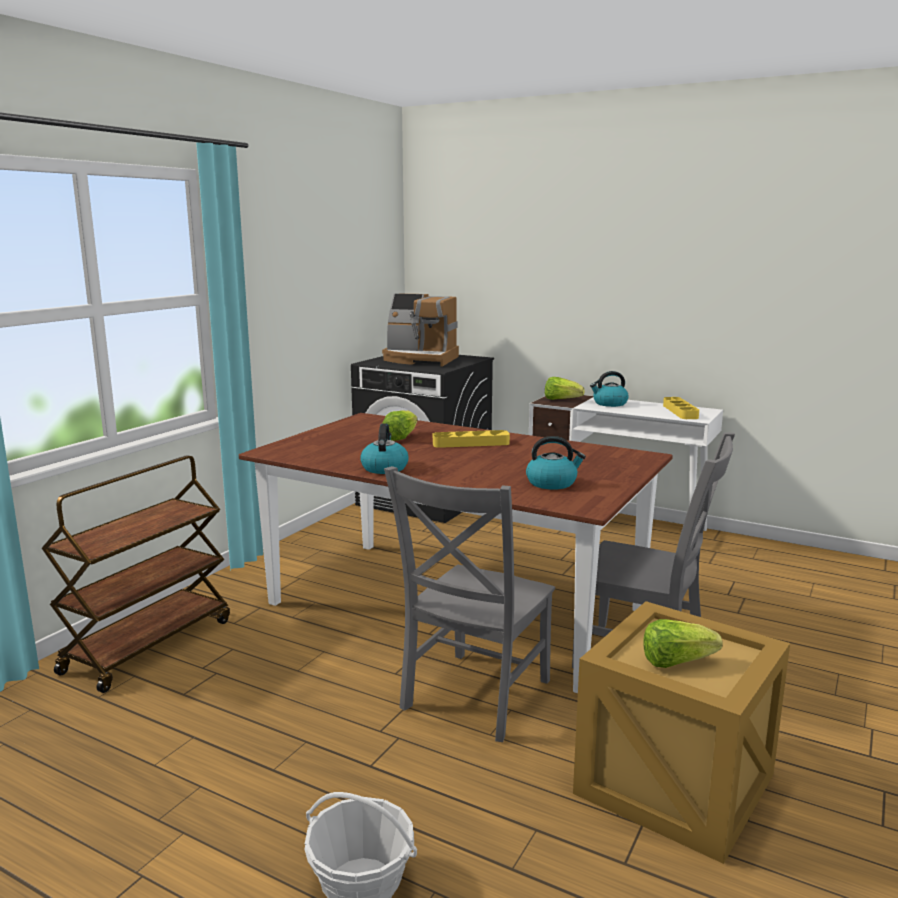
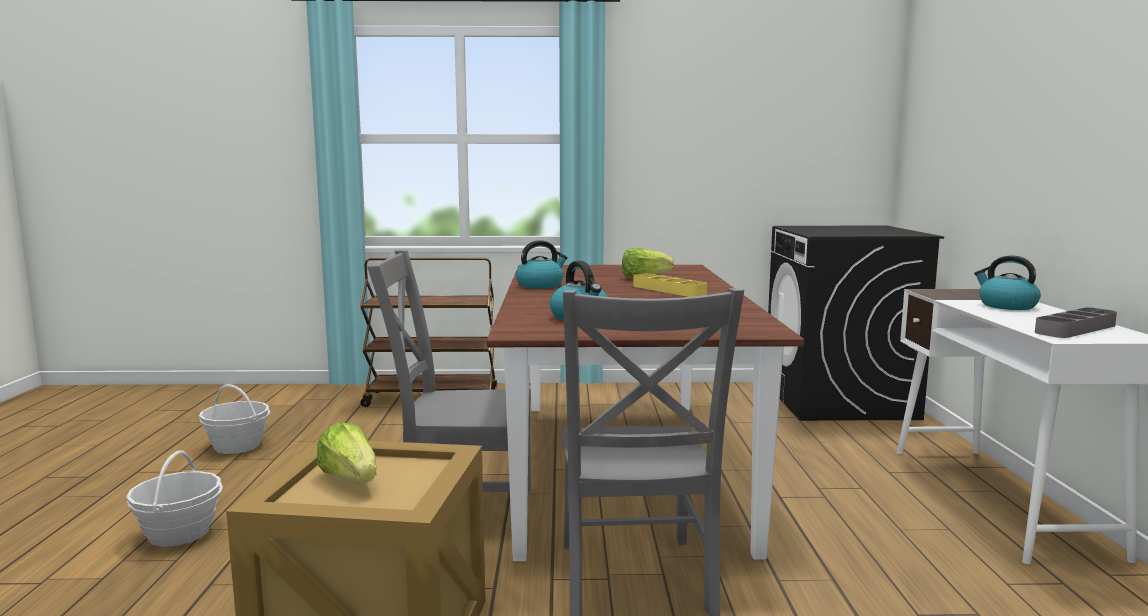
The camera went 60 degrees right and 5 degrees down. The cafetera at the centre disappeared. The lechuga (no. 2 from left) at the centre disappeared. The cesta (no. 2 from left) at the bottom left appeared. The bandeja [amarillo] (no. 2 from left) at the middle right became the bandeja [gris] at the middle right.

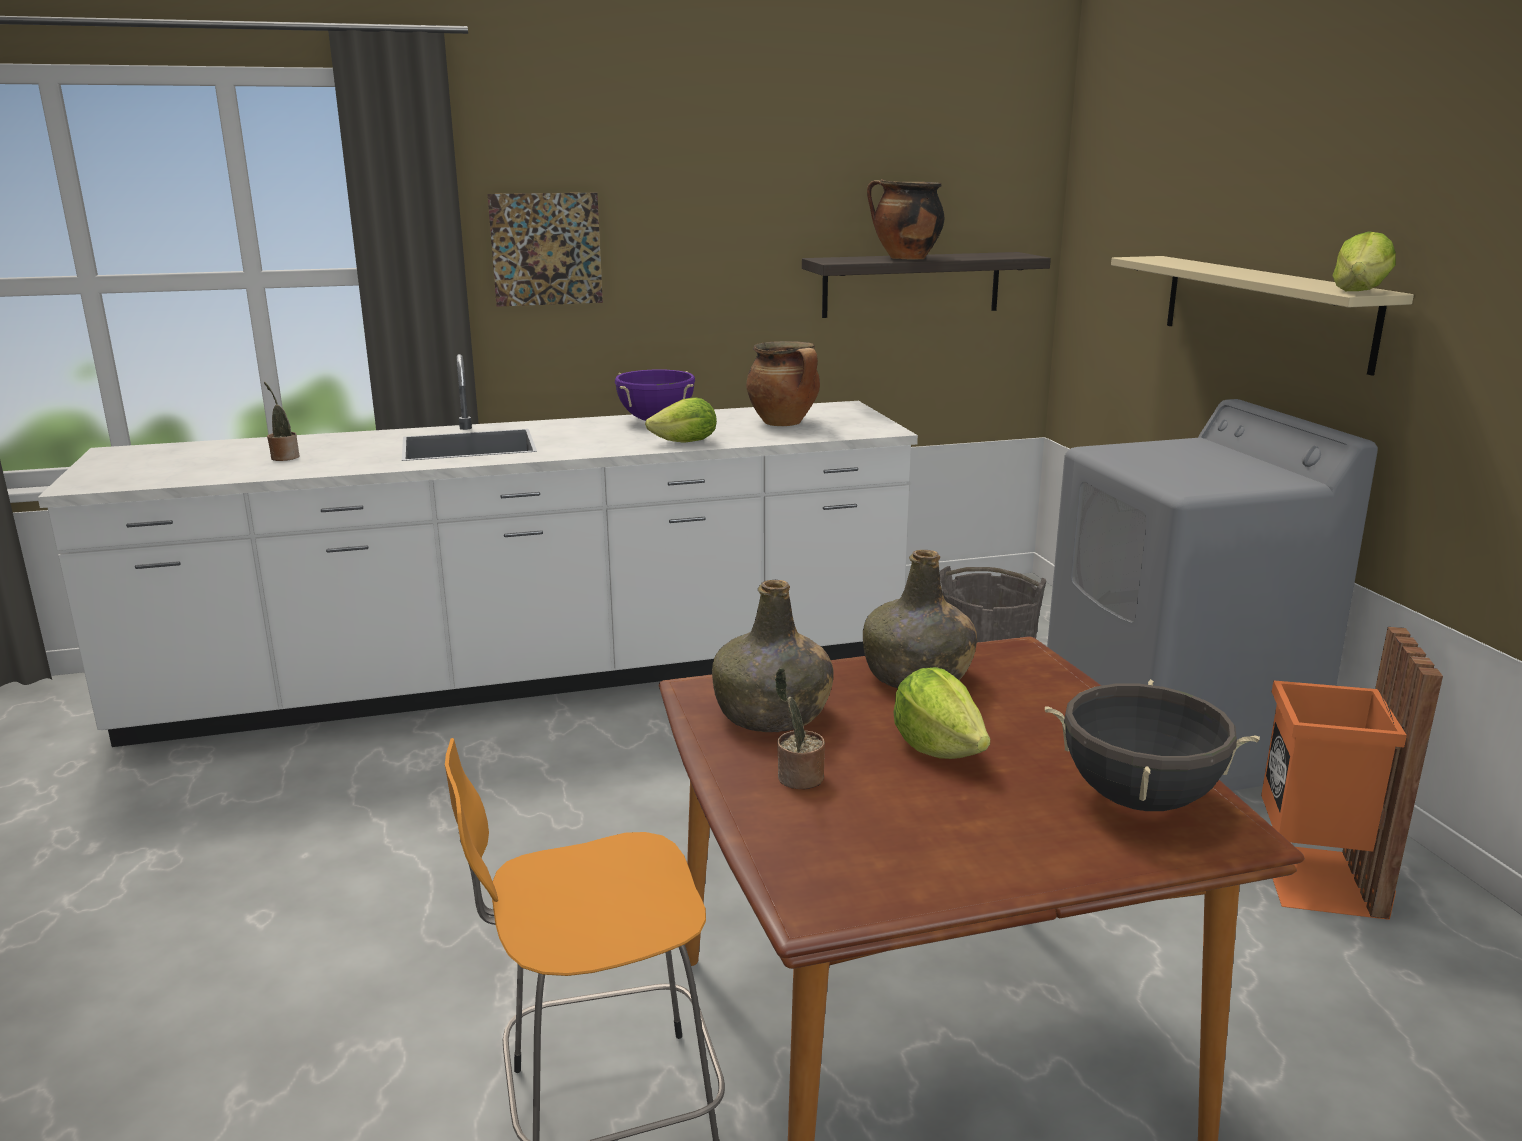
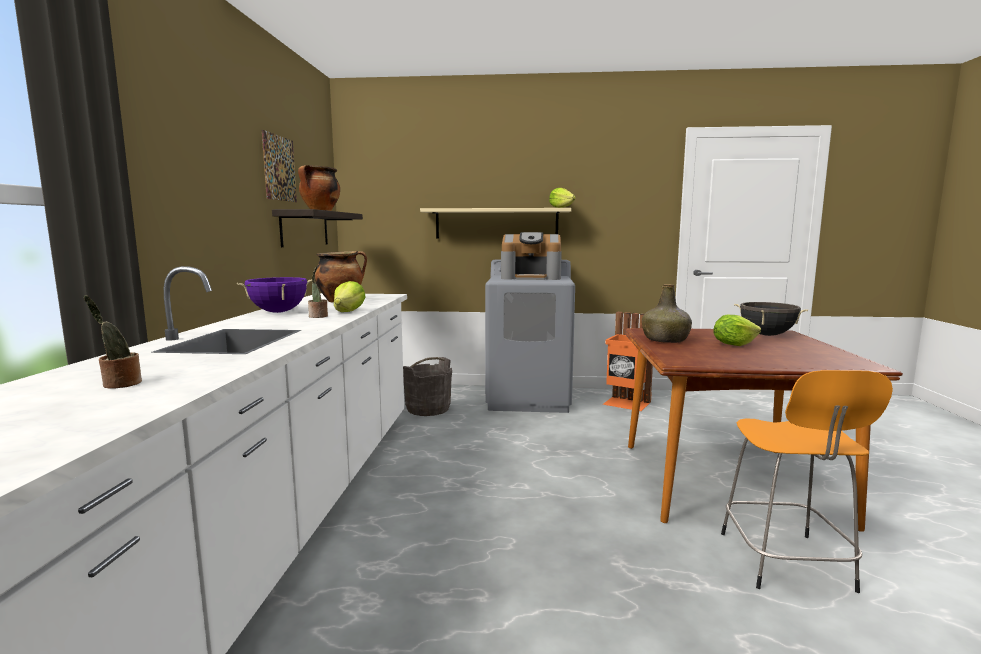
The camera went 70 degrees left and 10 degrees down. The botella [verde] (no. 1 from left) at the centre disappeared. The cafetera at the centre appeared. The cuadro moved from the top centre to the top left. The planta en maceta (no. 2 from left) moved from the centre to the middle left.

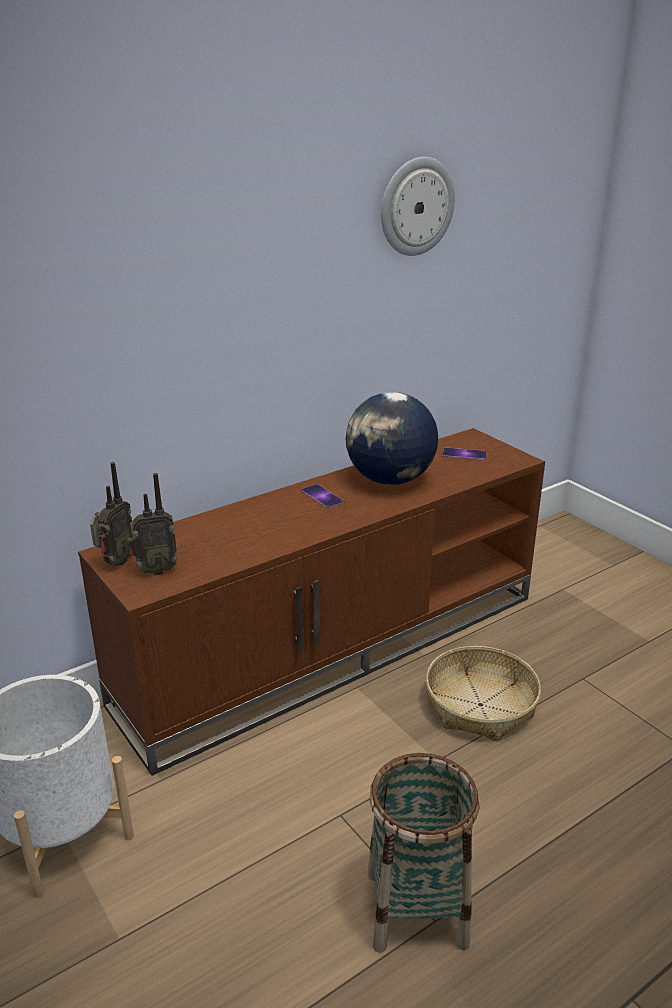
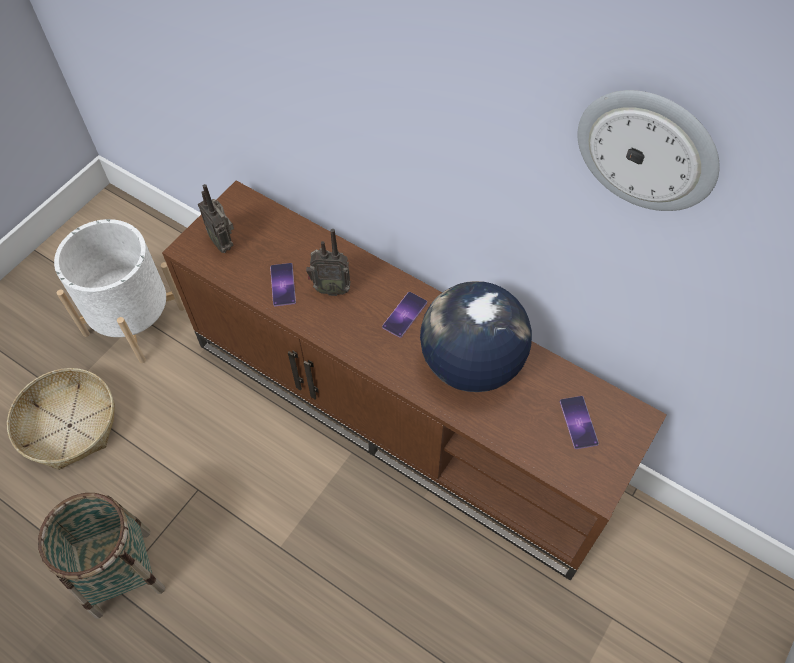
The camera went 70 degrees right and 30 degrees up. The móvil (no. 1 from left) at the centre appeared. The radio (no. 1 from left in the first image) moved from the middle left to the centre. The cesta (no. 2 from left in the first image) moved from the bottom right to the middle left.

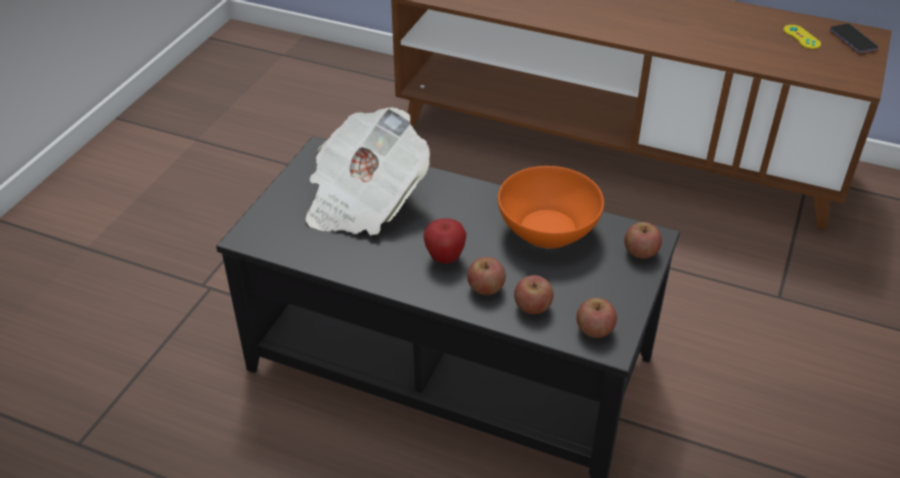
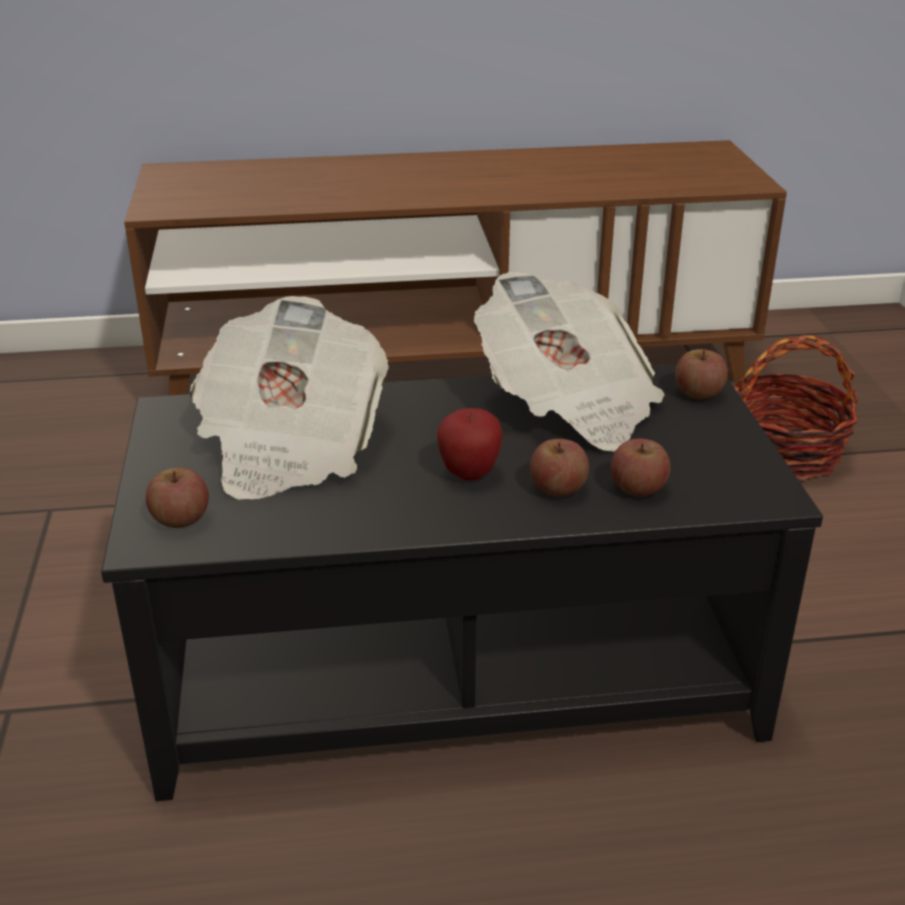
The camera went 30 degrees left and 10 degrees down. The mando de consola [amarillo] at the top right disappeared. The móvil at the top right disappeared. The cesta at the middle right appeared. The manzana (no. 4 from left in the first image) moved from the centre to the middle left. The cuenco [naranja] at the centre was replaced by the periódico (no. 2 from left) at the centre.

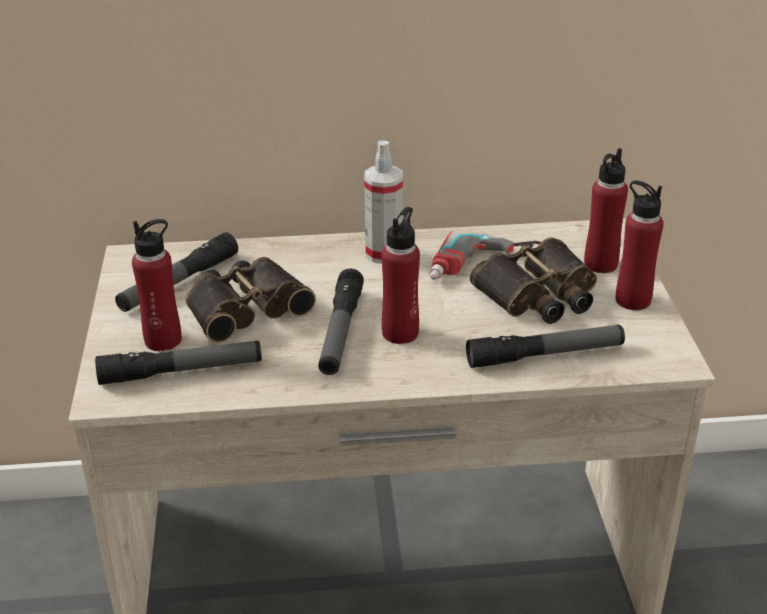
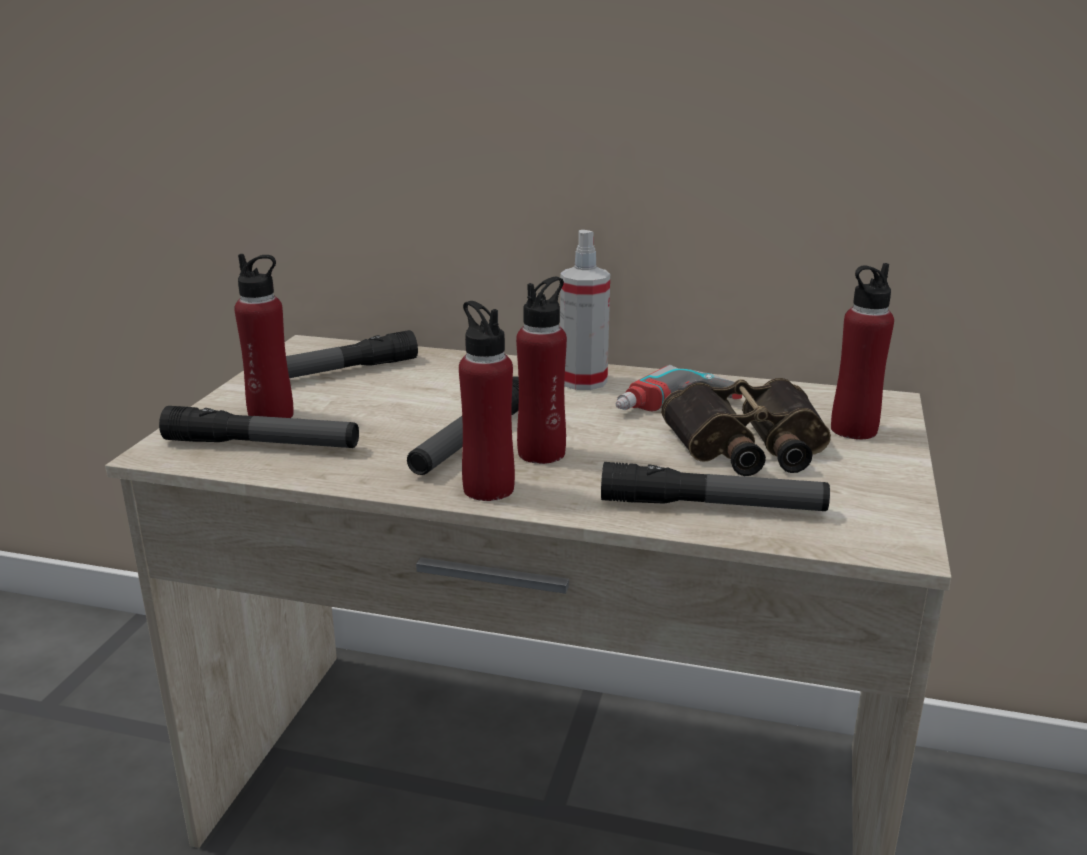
The camera went 20 degrees right and 10 degrees down. The prismáticos (no. 1 from left) at the middle left disappeared. The botella [rojo] (no. 4 from left in the first image) moved from the middle right to the centre.

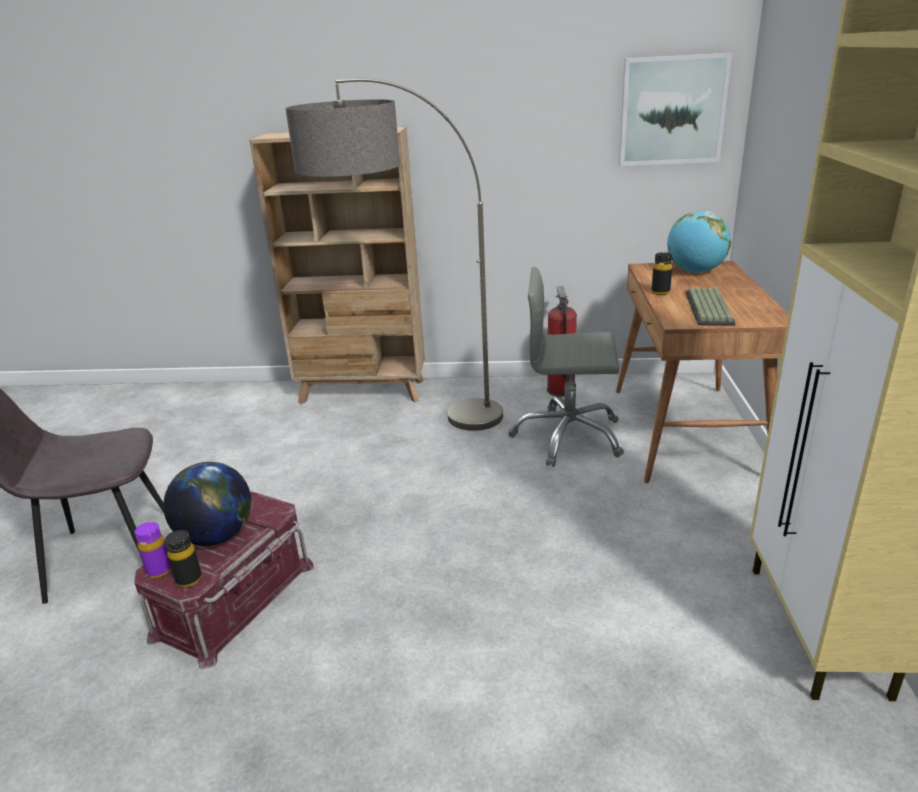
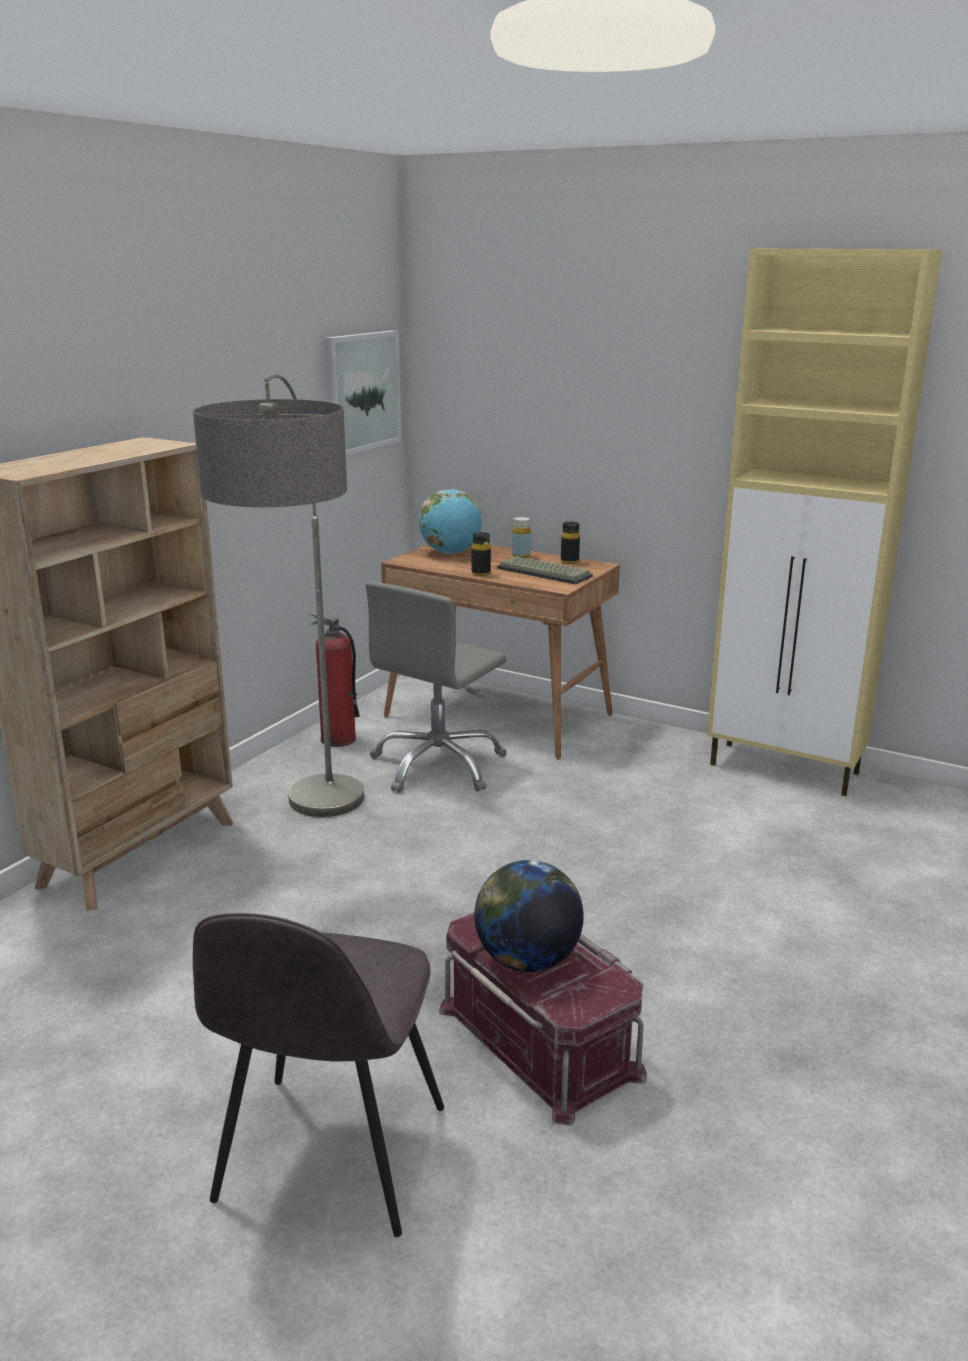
The camera went 65 degrees left and 5 degrees down. The botella [morado] at the bottom left disappeared. The botella [amarillo] at the centre appeared. The botella [negro] (no. 1 from left in the first image) moved from the bottom left to the centre.

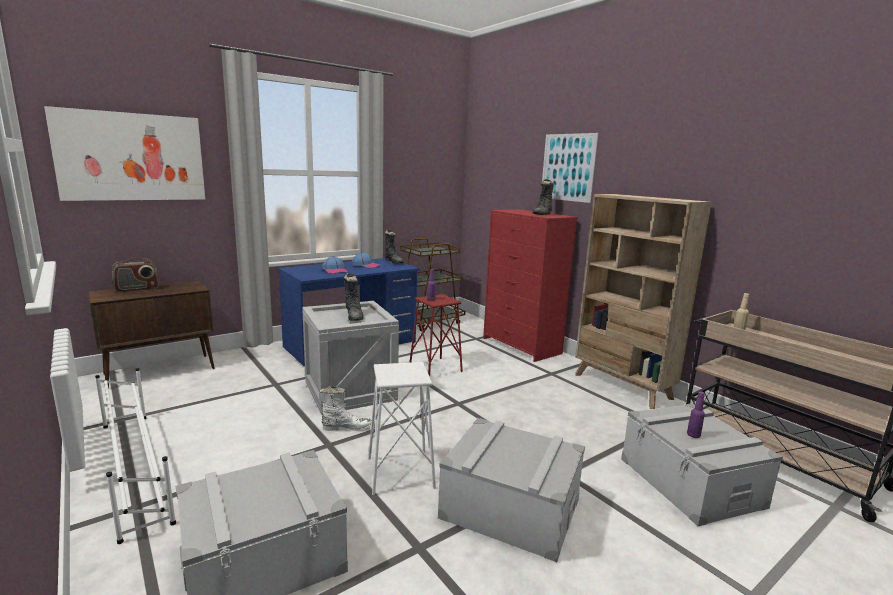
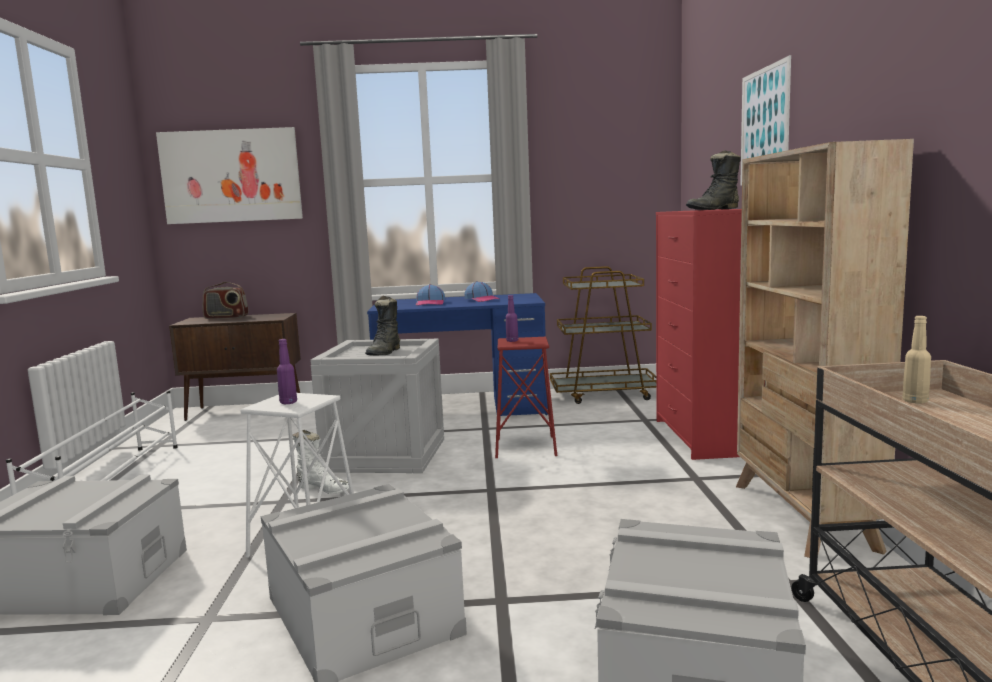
The camera went 35 degrees right and 5 degrees down. The bota [negro] (no. 2 from left) at the centre disappeared. The botella [morado] (no. 2 from left in the first image) moved from the bottom right to the middle left.

